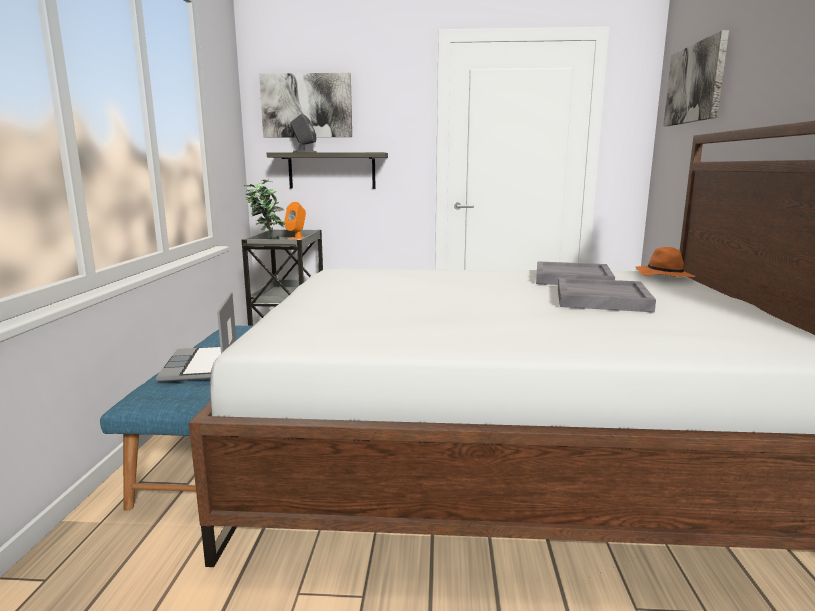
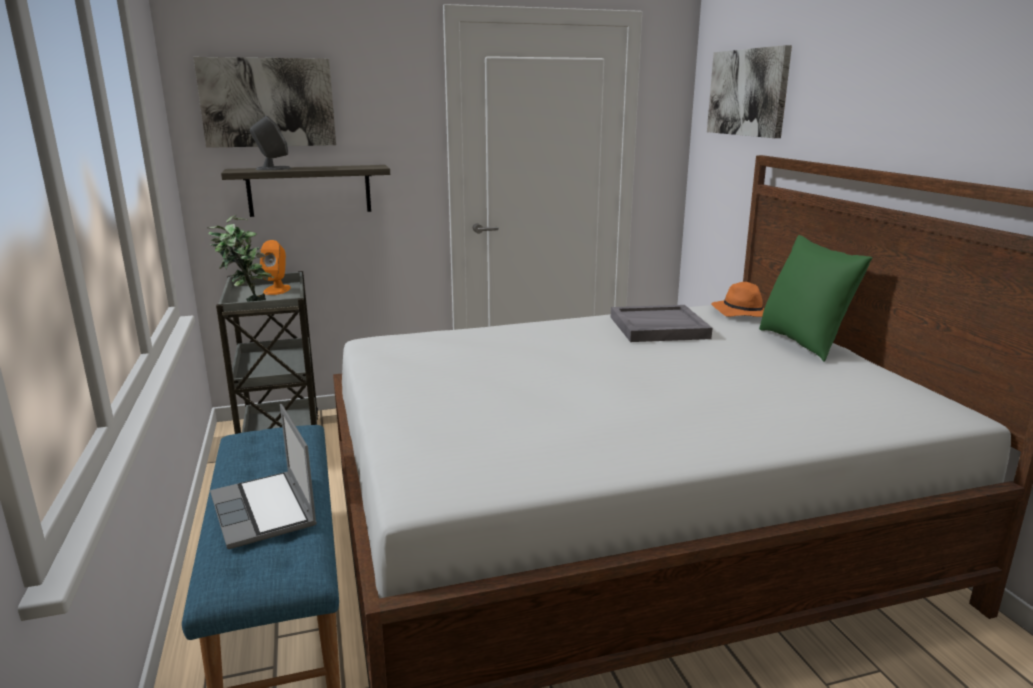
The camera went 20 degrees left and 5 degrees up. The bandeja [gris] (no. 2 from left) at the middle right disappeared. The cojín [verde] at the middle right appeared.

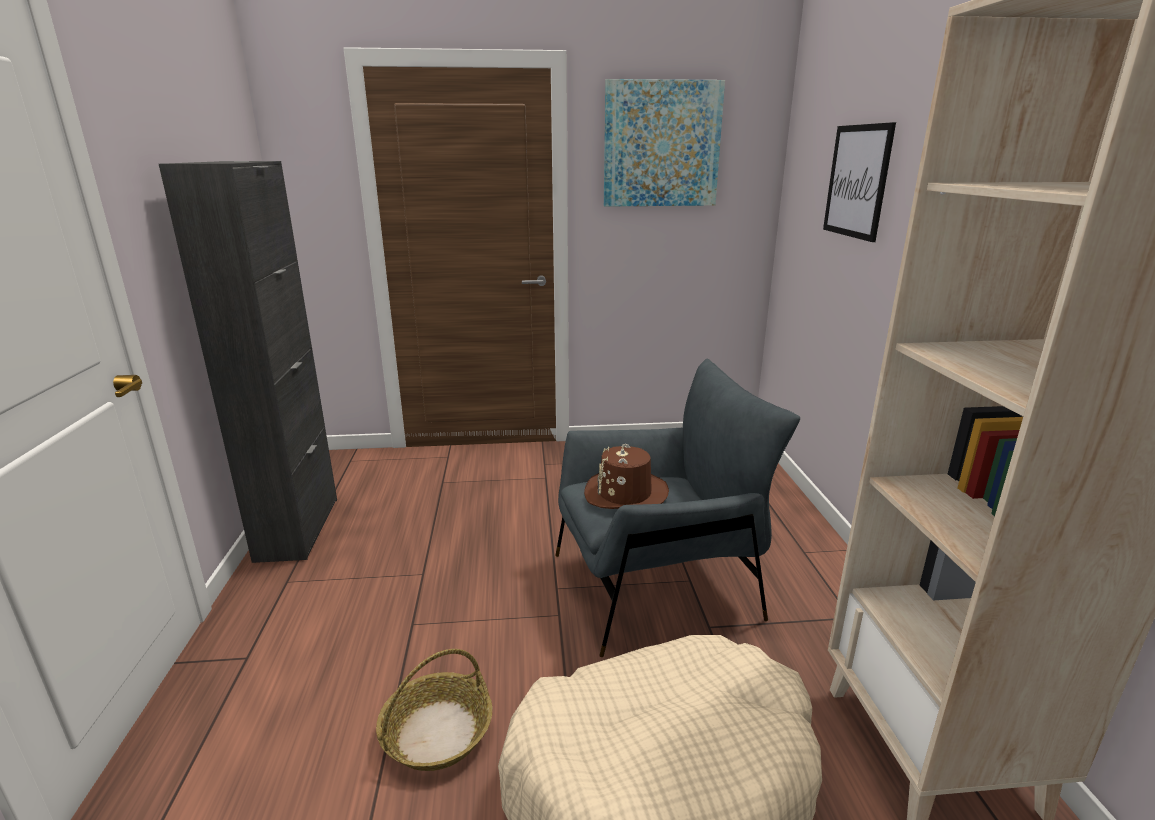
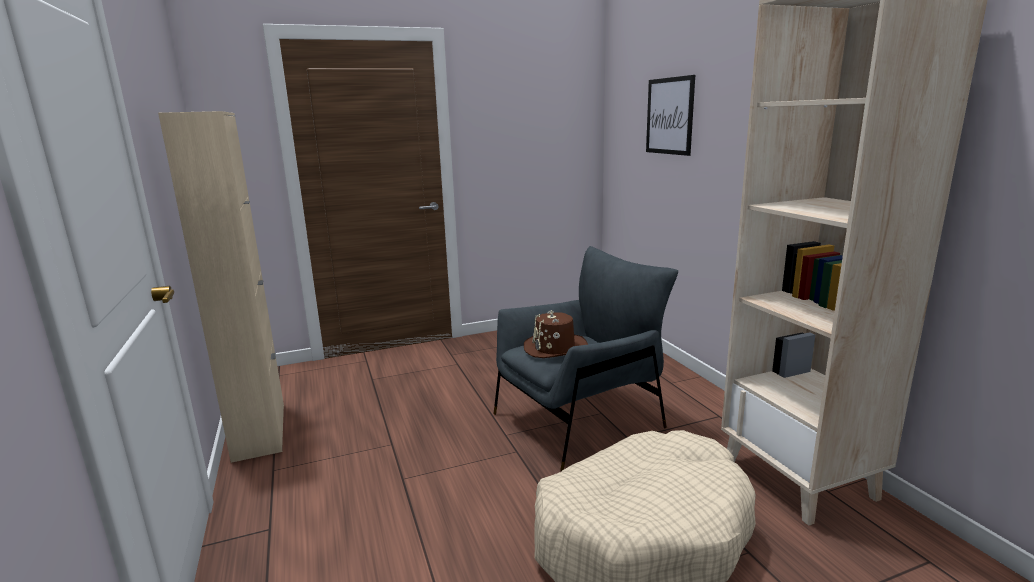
The camera went 15 degrees left and 5 degrees down. The cesta at the bottom centre disappeared. The cuadro (no. 1 from left) at the top centre disappeared. The armario [negro] at the middle left became the armario [beis] at the middle left.

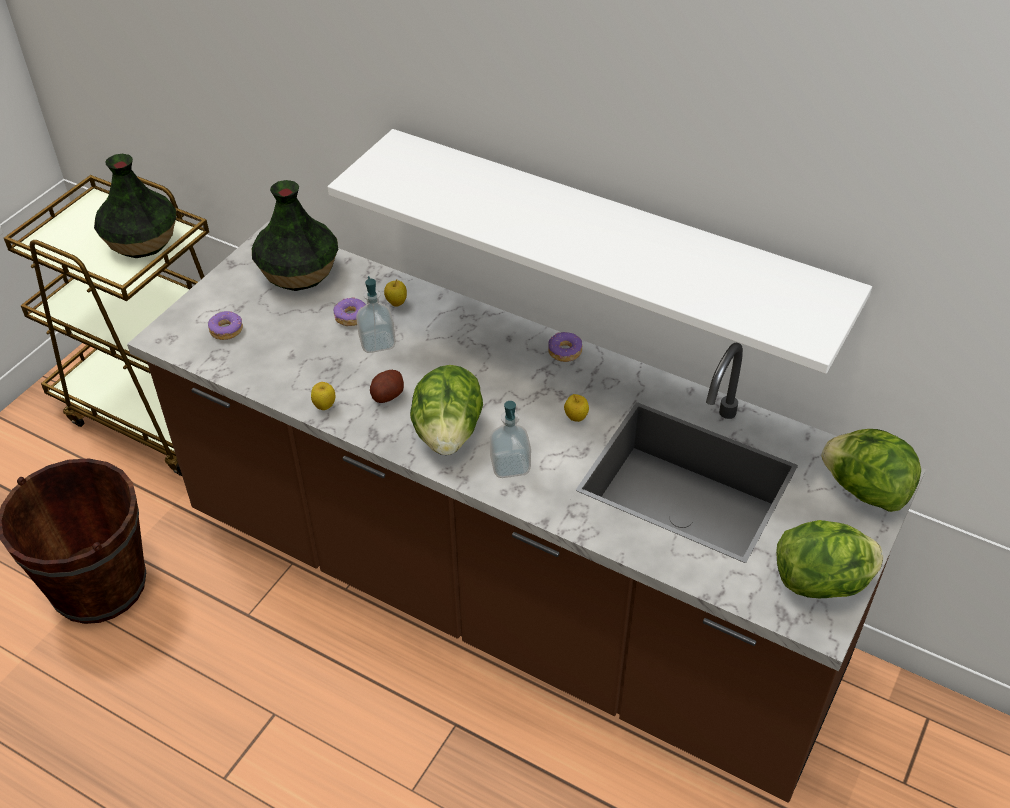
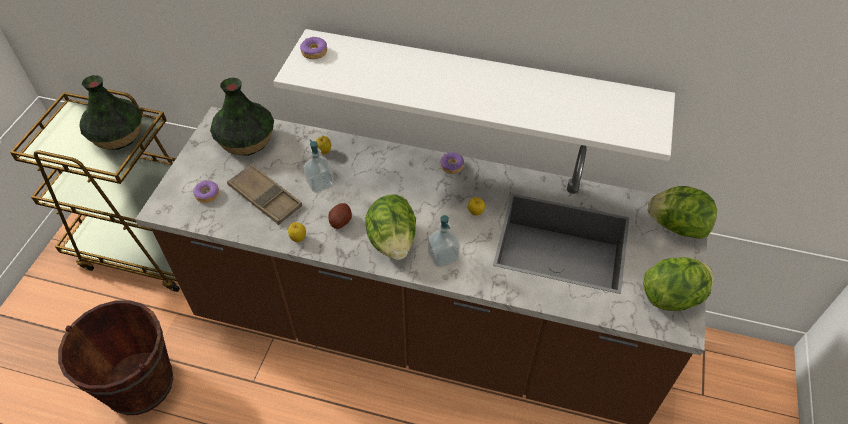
The camera went 15 degrees left and 5 degrees up. The bandeja [marrón] at the middle left appeared. The rosquilla (no. 2 from left) moved from the centre to the top centre.

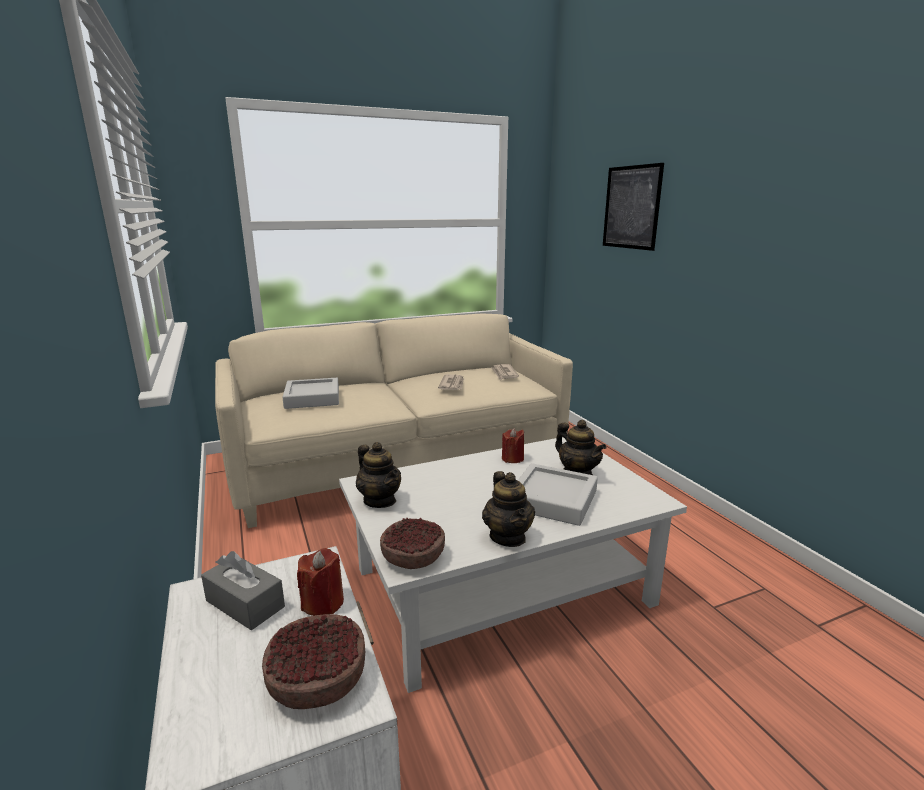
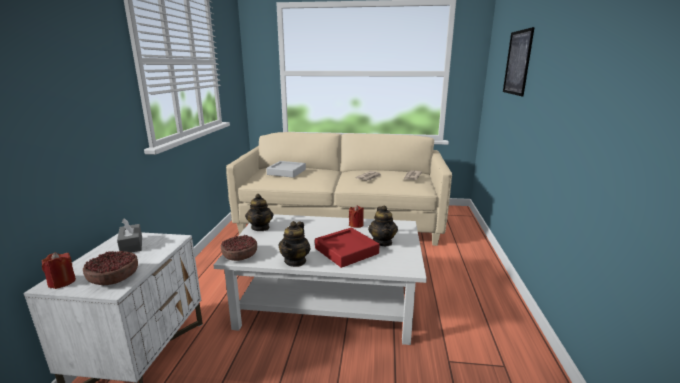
The camera went 30 degrees right and 0 degrees up. The vela [rojo] (no. 1 from left) moved from the bottom centre to the bottom left. The bandeja [gris] (no. 2 from left) at the centre became the bandeja [rojo] at the centre.

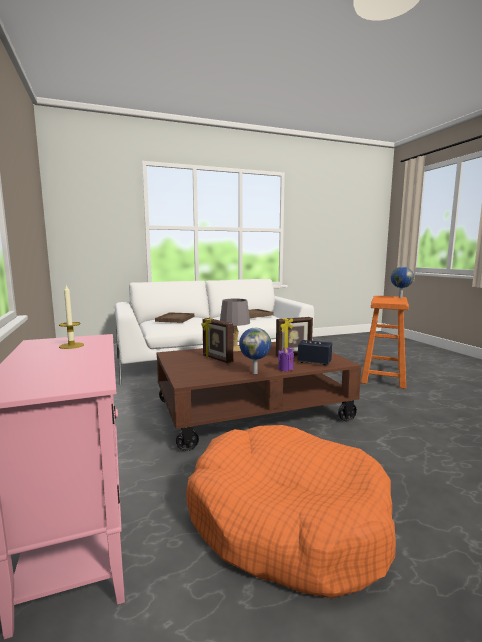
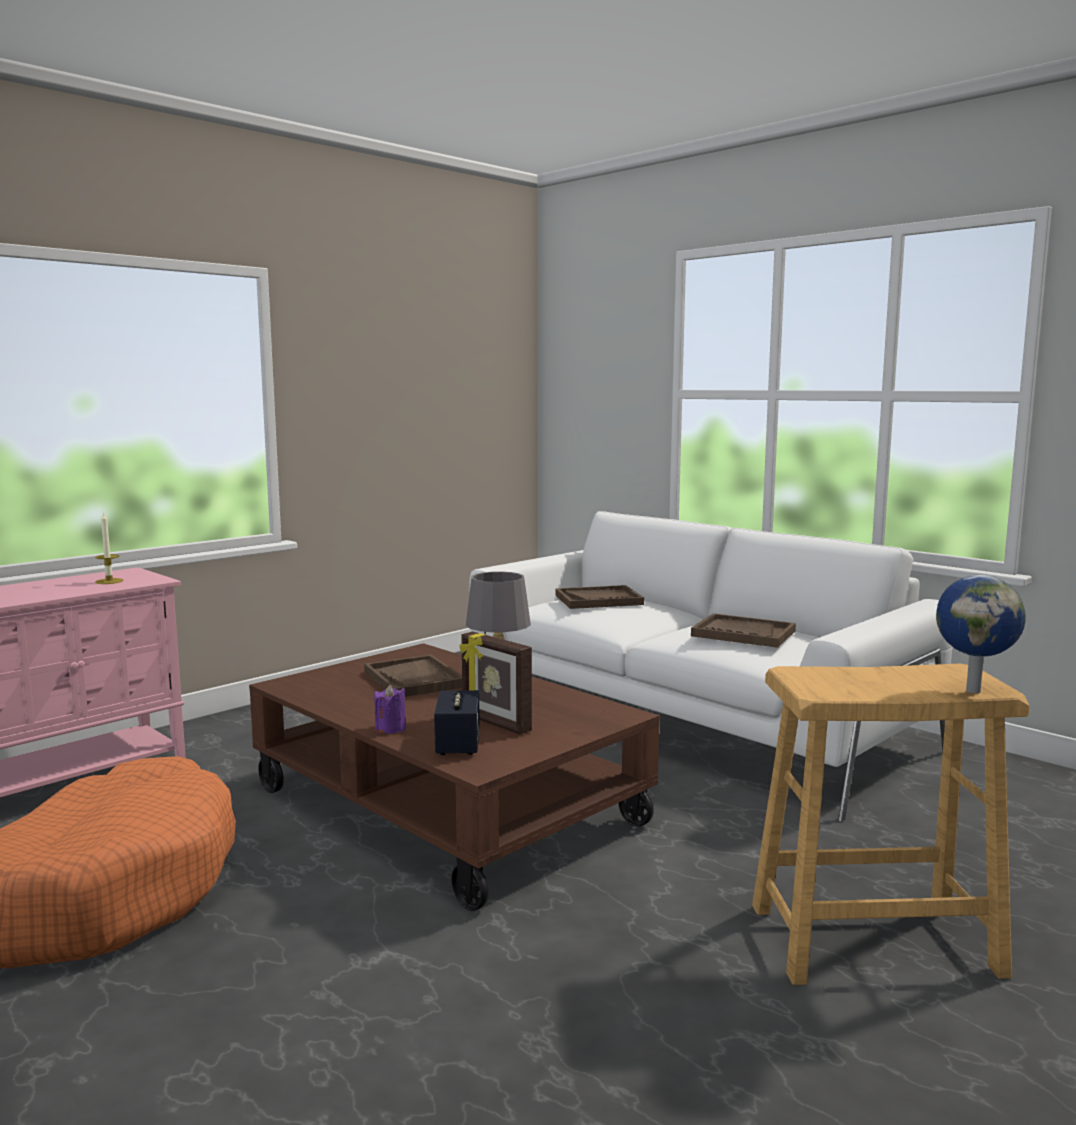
The camera went 65 degrees right and 0 degrees up. The globo terráqueo (no. 1 from left) at the centre disappeared. The portarretratos (no. 1 from left) at the centre was replaced by the bandeja [marrón] (no. 1 from left) at the centre. The taburete [naranja] at the middle right became the taburete [beis] at the bottom right.

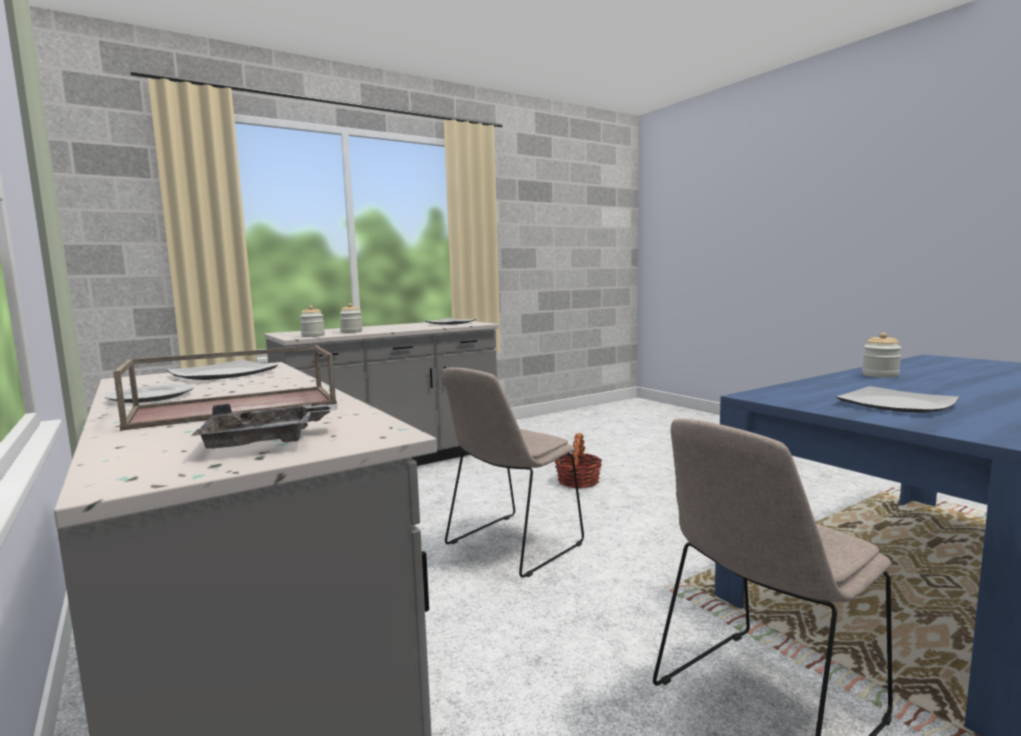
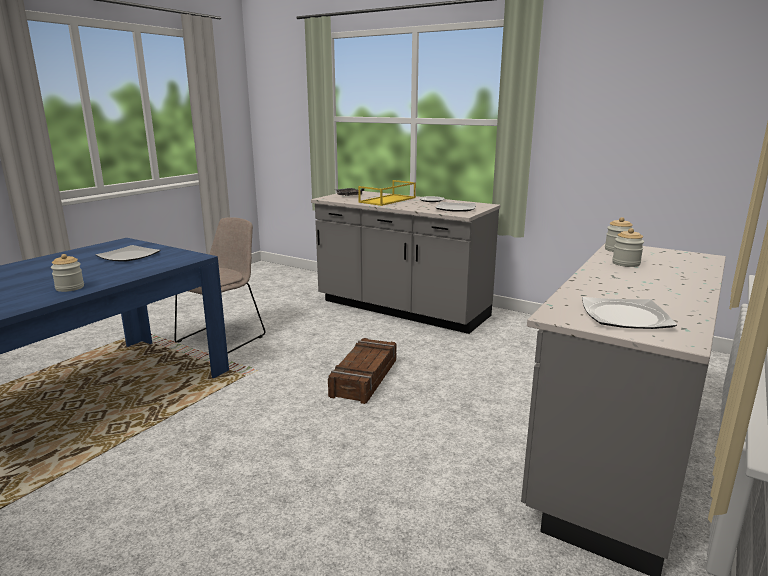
The camera went 155 degrees right and 10 degrees up. The cesta at the centre disappeared. The silla [beis] (no. 1 from left) at the centre was replaced by the caja de embalaje at the centre. The bandeja [marrón] at the middle left became the bandeja [amarillo] at the centre.

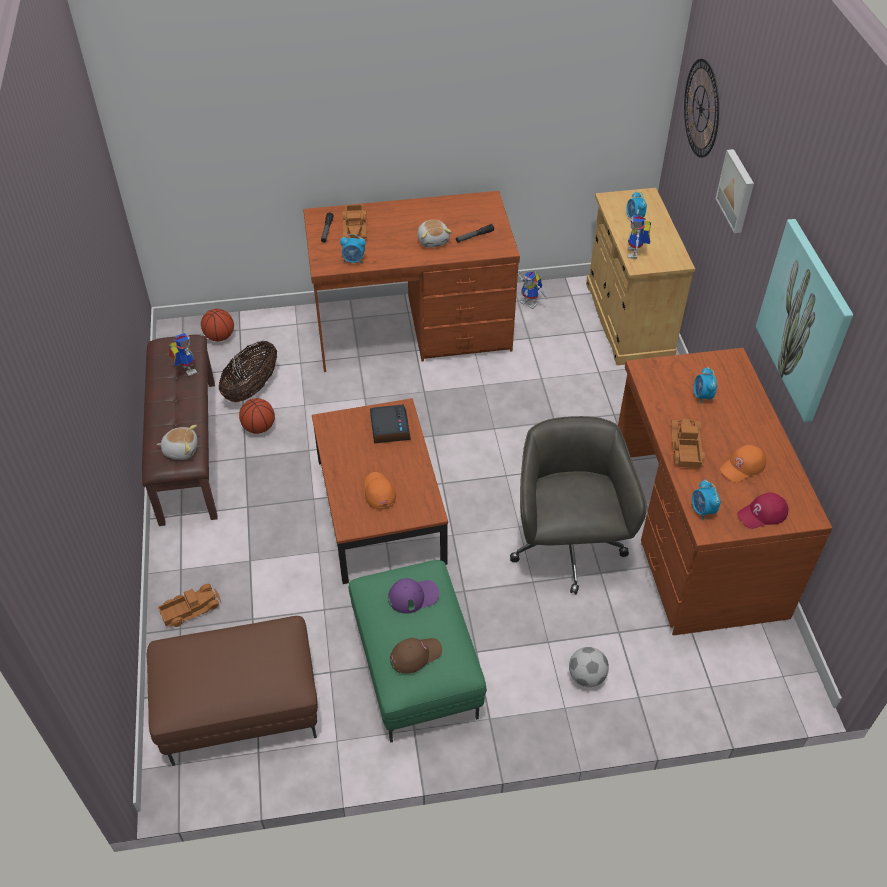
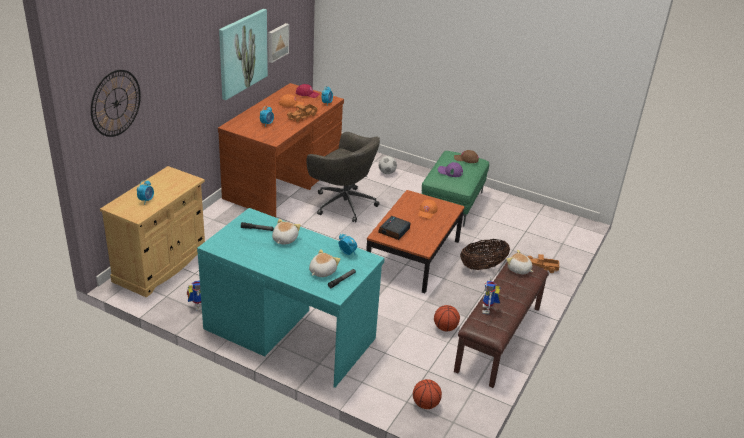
The camera went 145 degrees left and 15 degrees down. The puf [marrón] at the bottom left disappeared. The robot de juguete (no. 3 from left) at the top right disappeared. The cesta moved from the middle left to the centre. The cuadro (no. 1 from left in the first image) moved from the top right to the top centre. The camión de juguete (no. 2 from left) at the top centre was replaced by the peluche (no. 2 from left) at the centre. The escritorio [marrón] (no. 1 from left) at the top centre became the escritorio [turquesa] at the bottom centre. The silla de oficina [gris] at the centre turned 90 degrees counterclockwise.

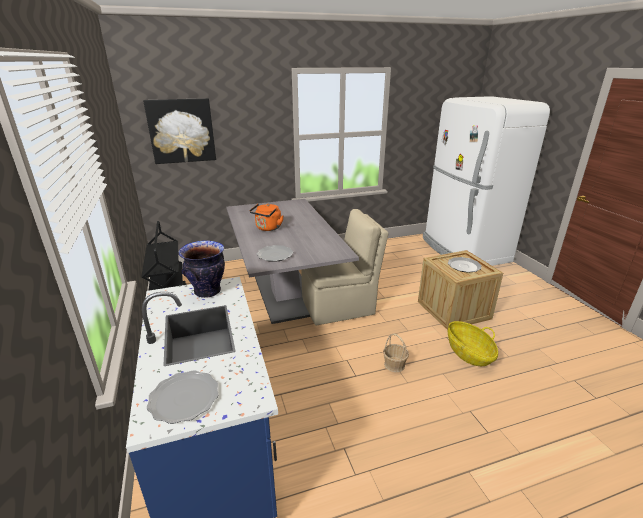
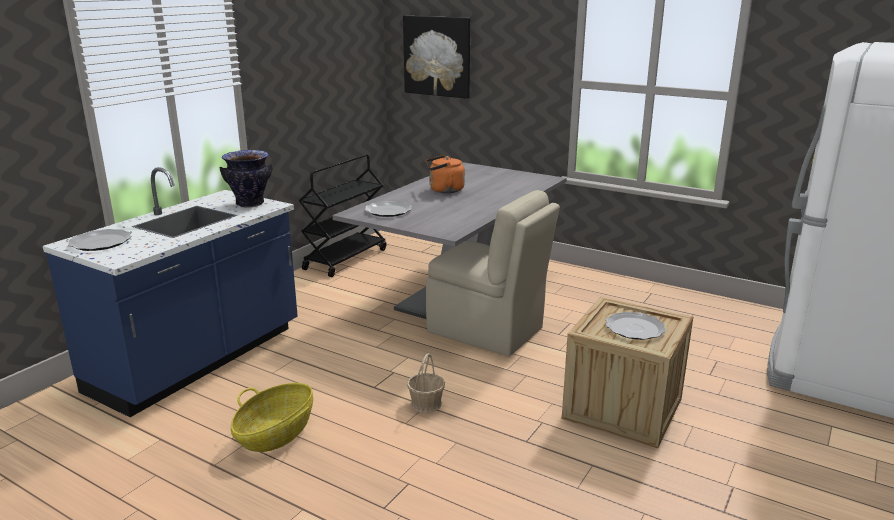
The camera went 50 degrees right and 5 degrees down. The cesta (no. 2 from left in the first image) moved from the middle right to the bottom left.

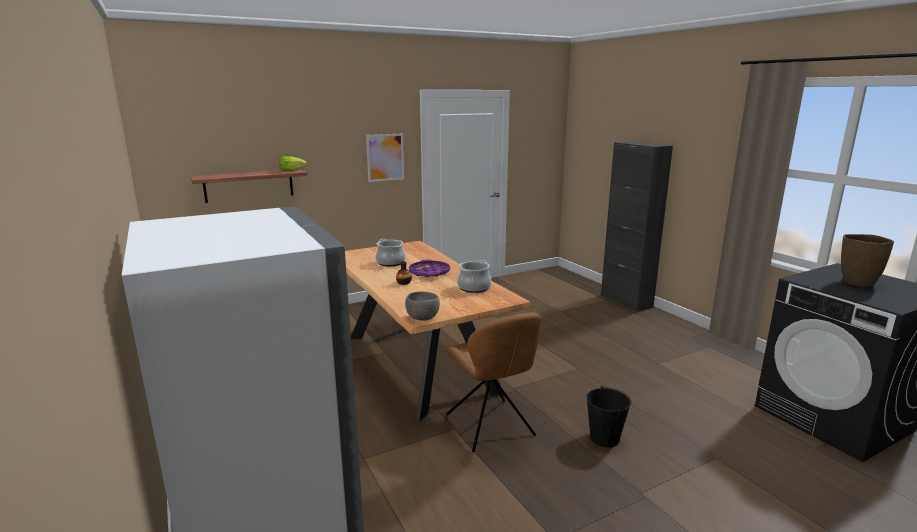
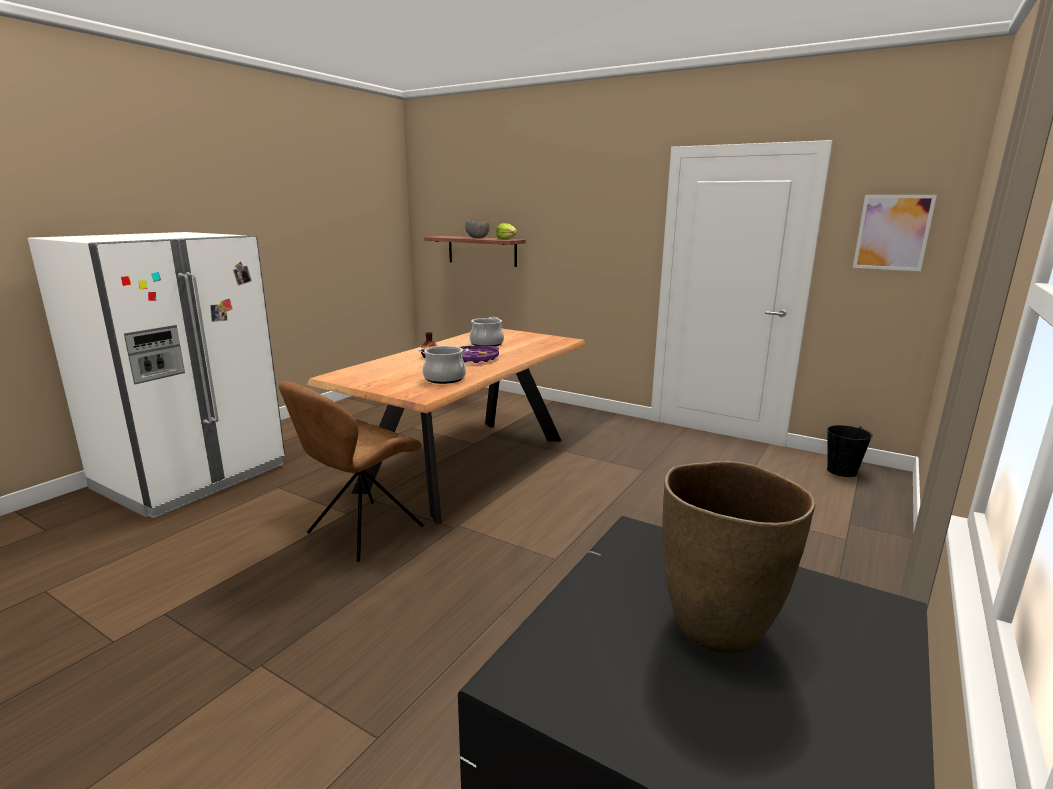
The camera went 60 degrees right and 0 degrees up. The armario [negro] at the middle right disappeared. The cuadro moved from the top centre to the top right. The cuenco [gris] moved from the centre to the top centre. The cubo [negro] moved from the bottom centre to the middle right.

